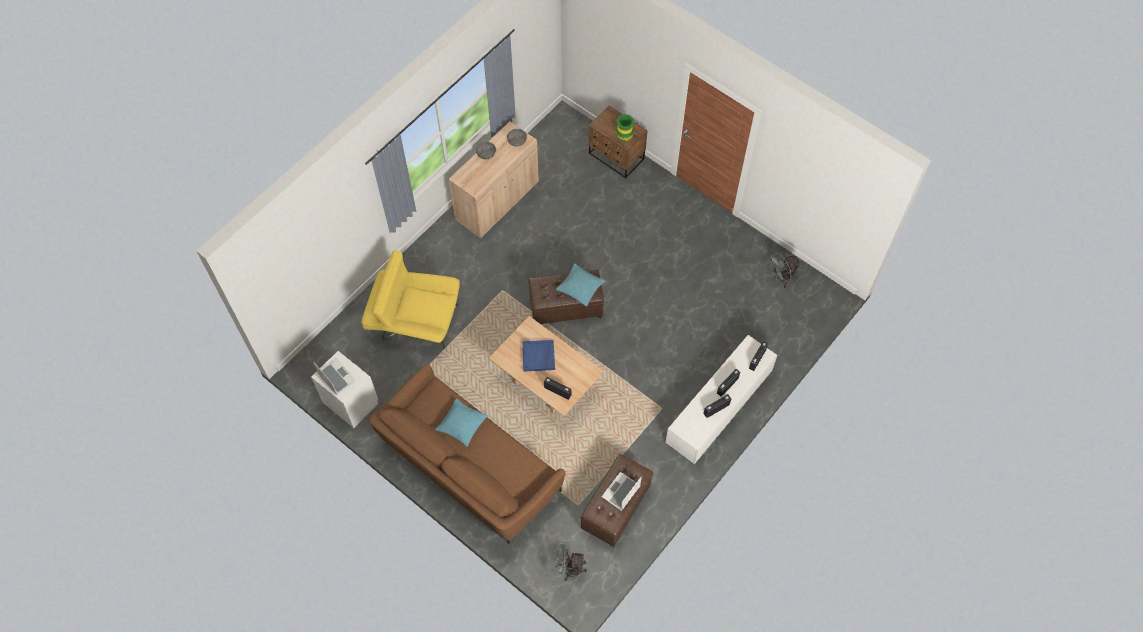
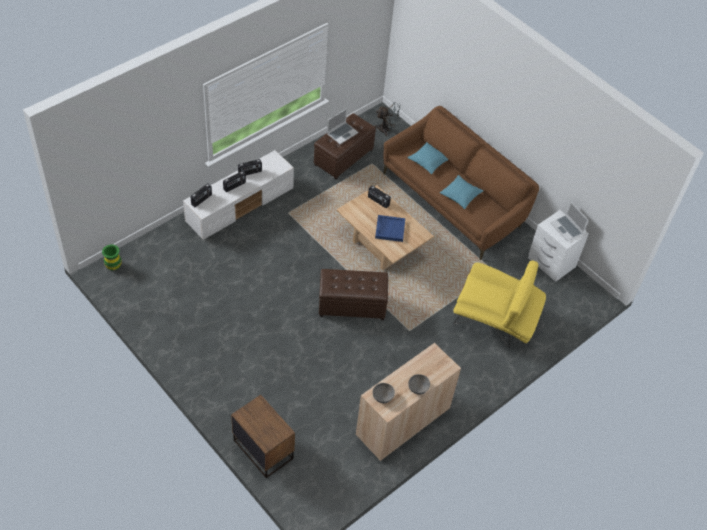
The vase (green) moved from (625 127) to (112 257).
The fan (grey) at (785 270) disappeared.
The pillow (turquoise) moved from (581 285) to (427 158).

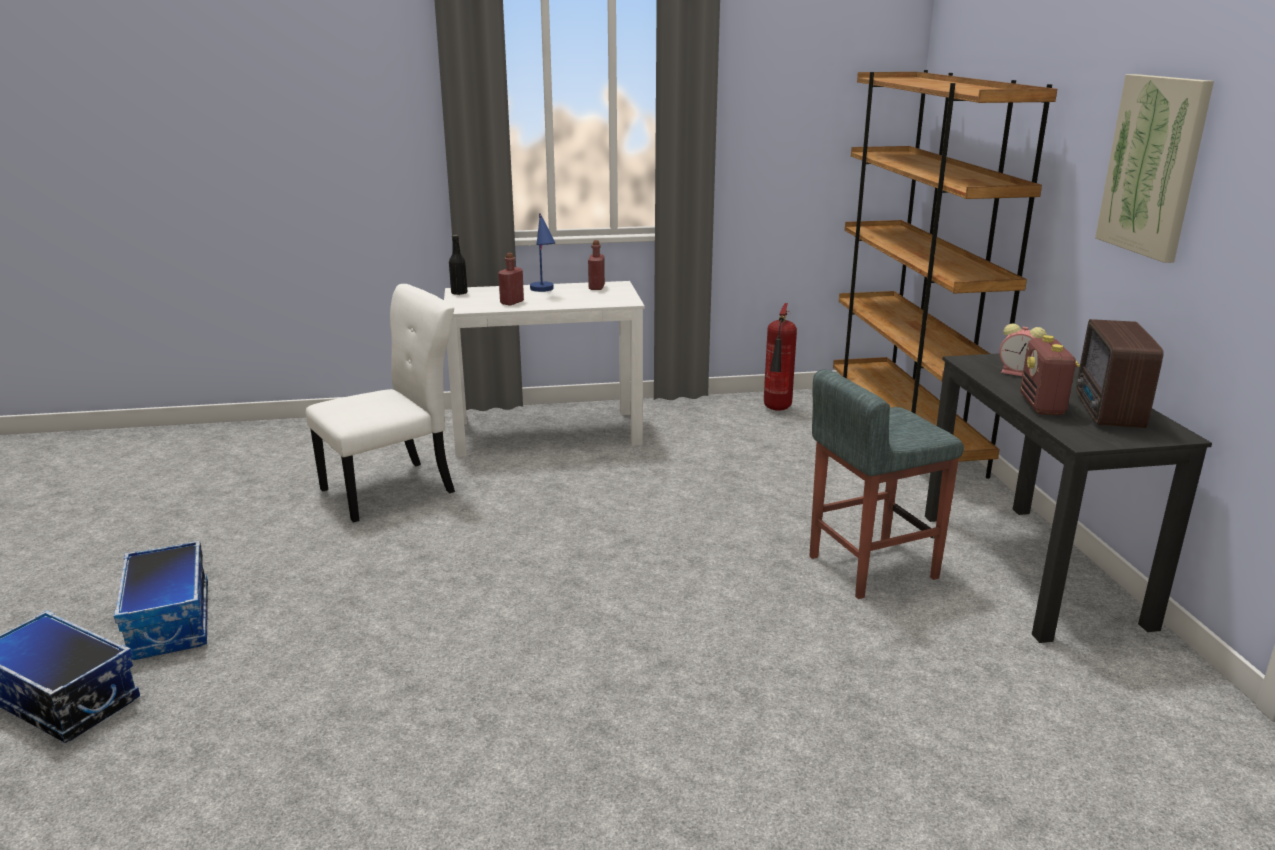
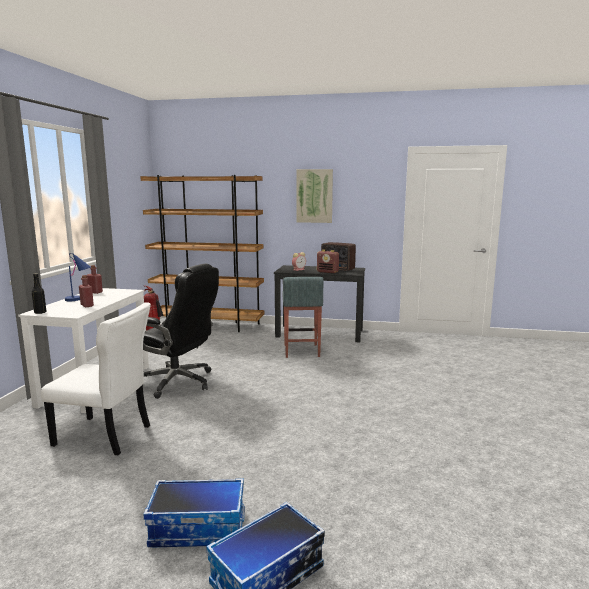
The chair (white) at (380 403) turned 120 degrees clockwise.
The office chair (black) at (181 331) appeared.

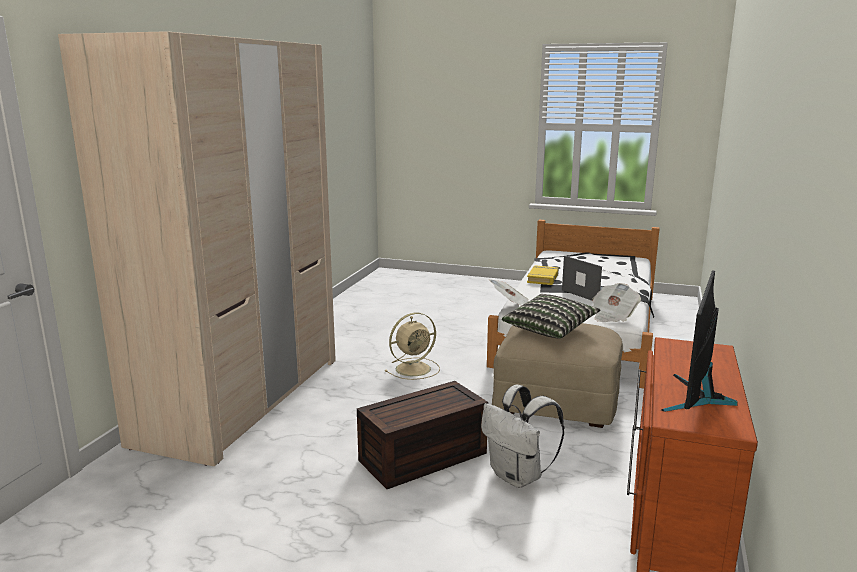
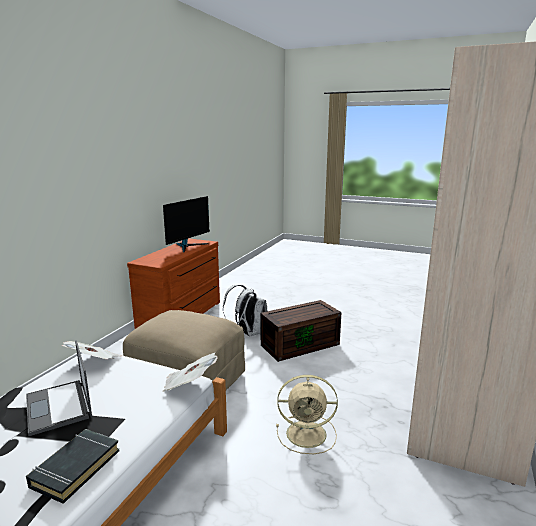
The book (yellow) at (543 275) became the book (black) at (72 466).
The pillow at (551 316) disappeared.
The fan (beige) at (412 346) turned 150 degrees counterclockwise.

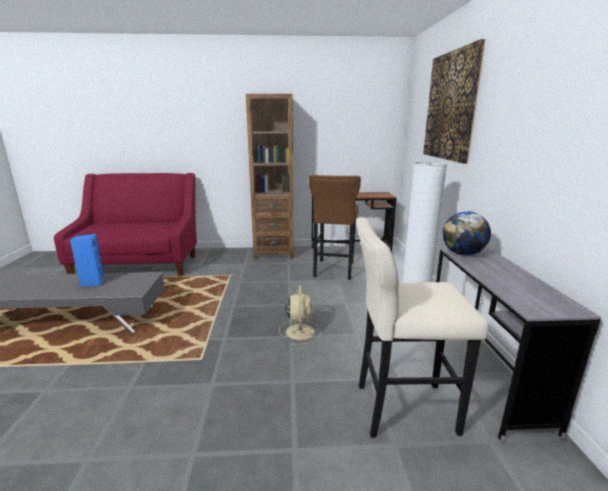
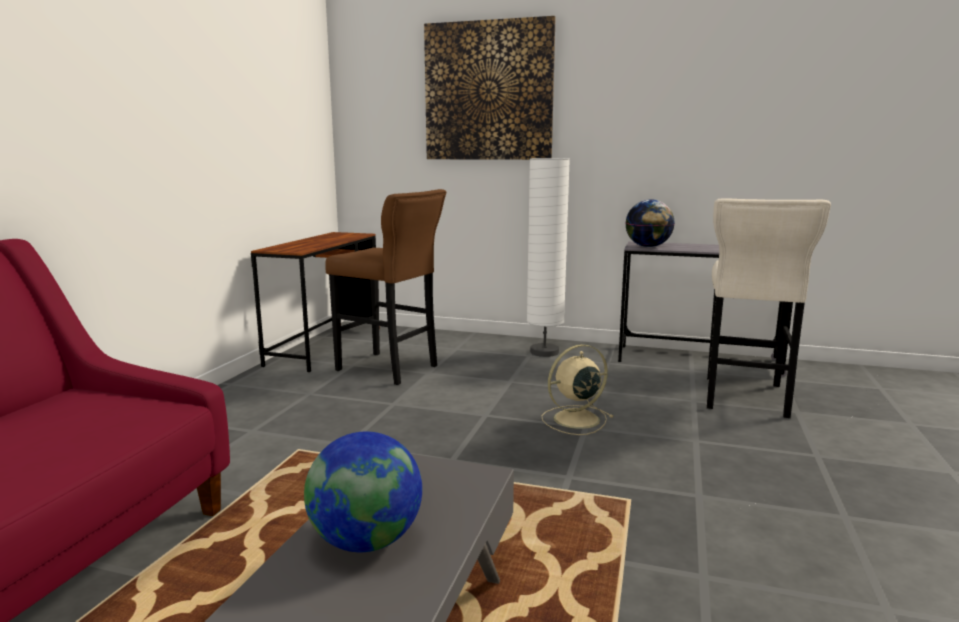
The bookcase (brown) at (270 176) disappeared.
The speaker (blue) at (87 260) was replaced by the globe at (363 492).
The fan (beige) at (300 315) turned 45 degrees counterclockwise.

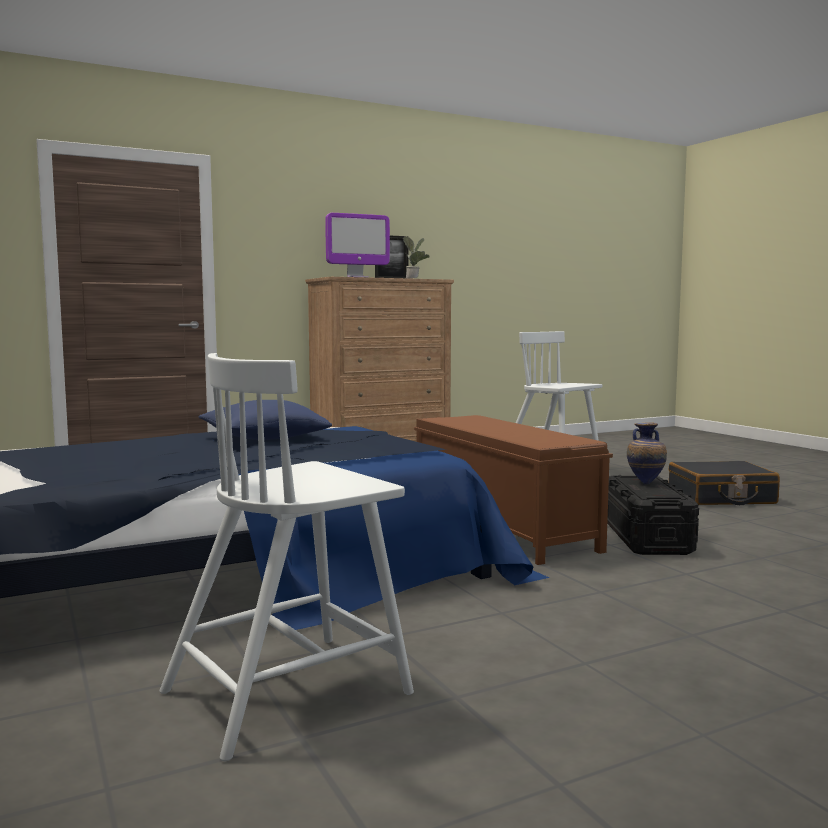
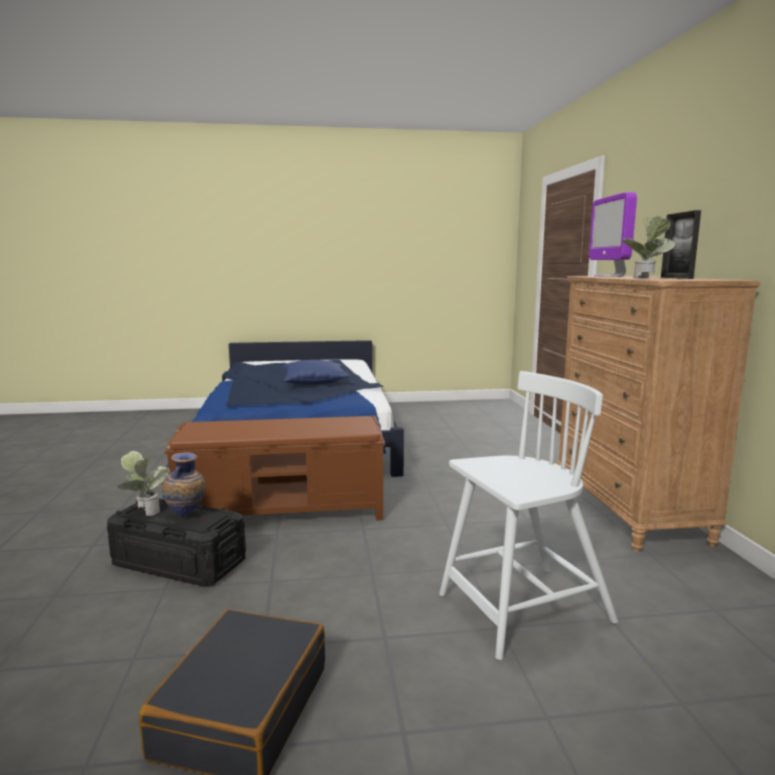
The chair (white) at (286 557) disappeared.
The potted plant at (143 483) appeared.

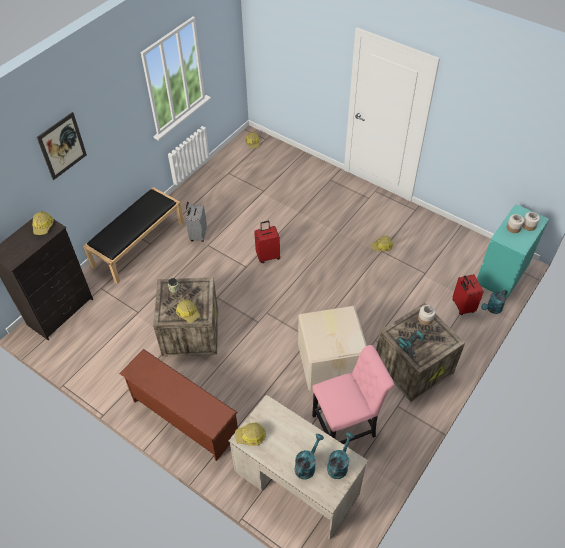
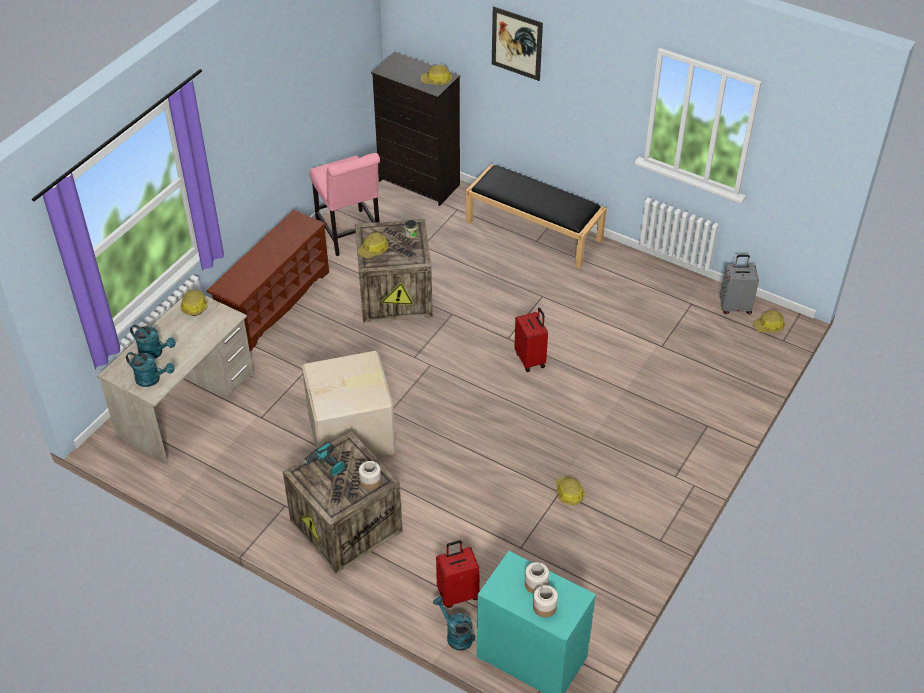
The suitcase (grey) moved from (196 222) to (739 284).
The chair (pink) moved from (353 394) to (344 204).

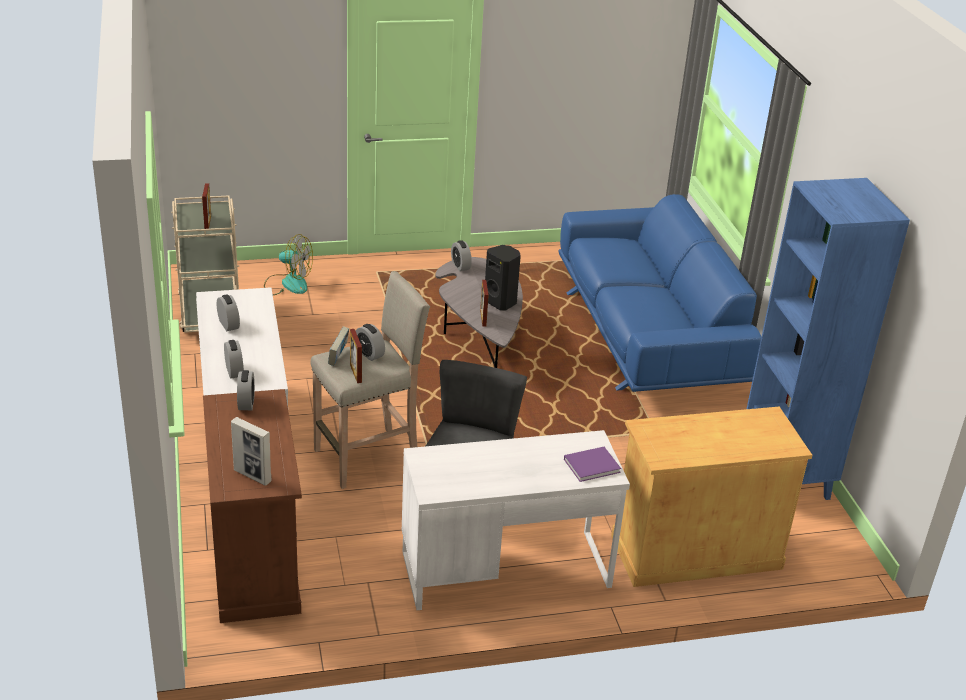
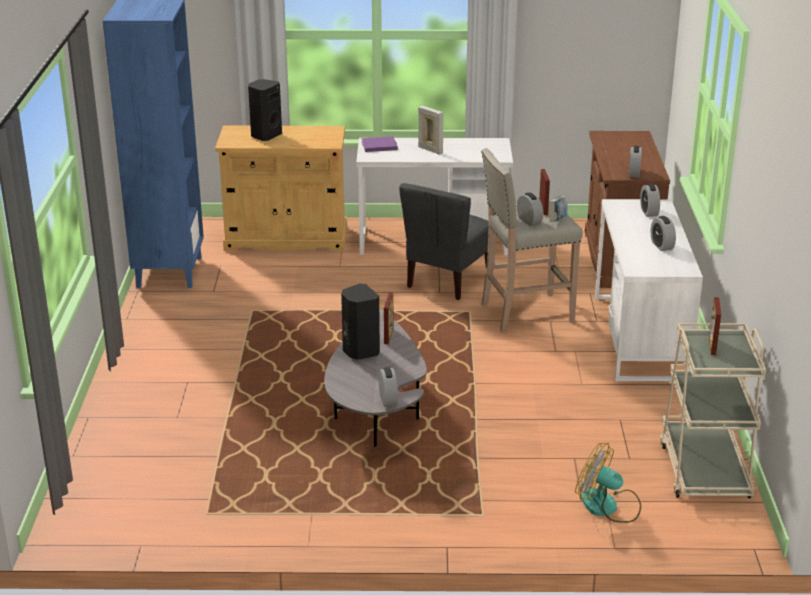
The sofa (blue) at (660 293) disappeared.
The picture frame moved from (251 451) to (430 130).
The speaker (black) at (265 110) appeared.

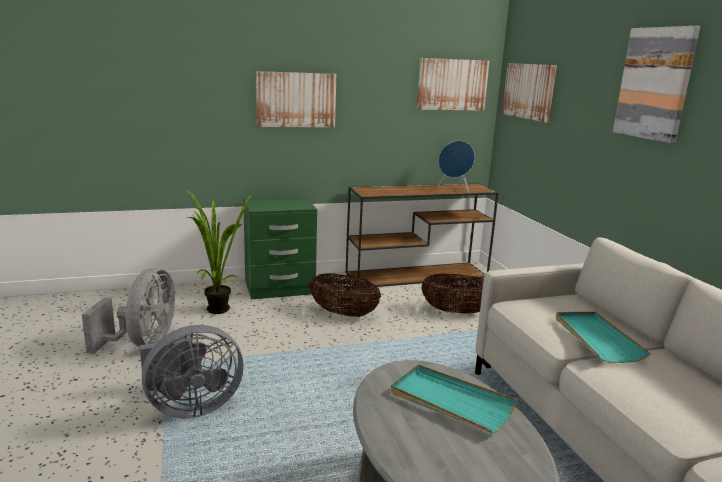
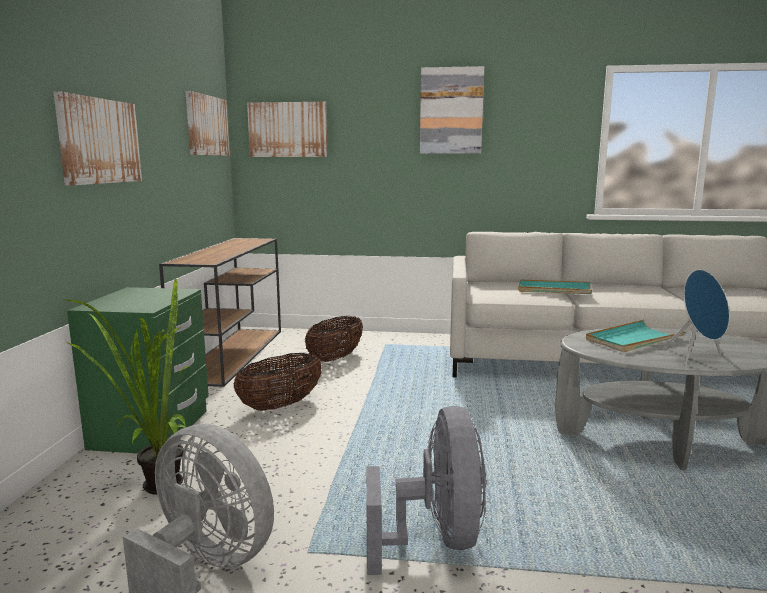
The speaker (blue) moved from (456 166) to (696 317).

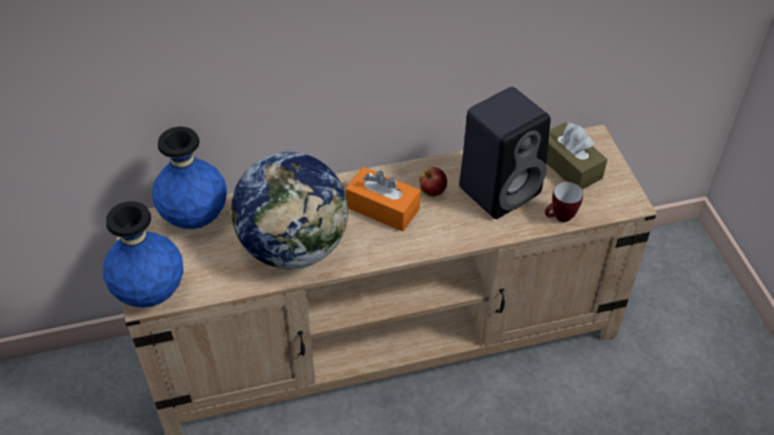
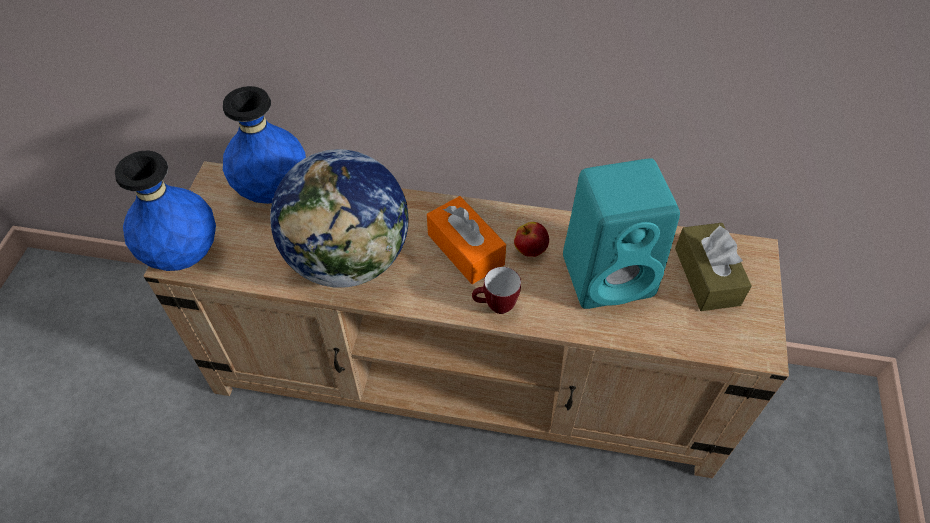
The speaker (black) at (505 153) became the speaker (turquoise) at (621 234).
The mug moved from (564 202) to (496 290).

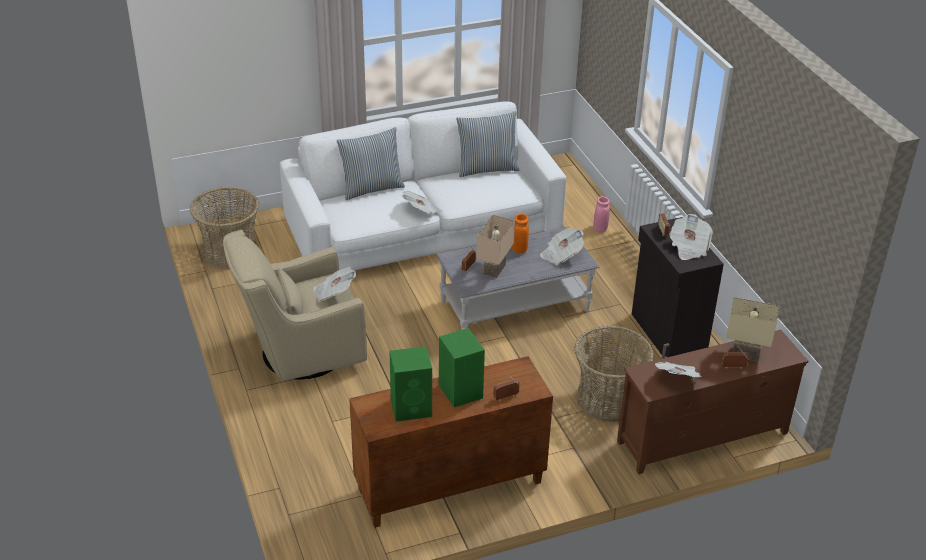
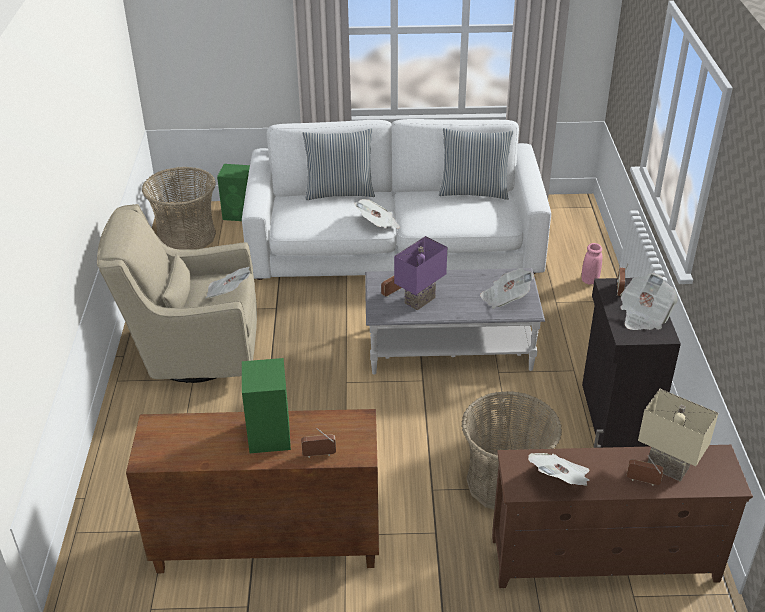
The vase (orange) at (520 233) disappeared.
The table lamp (beige) at (495 246) became the table lamp (purple) at (420 273).
The speaker (green) moved from (411 384) to (233 192).

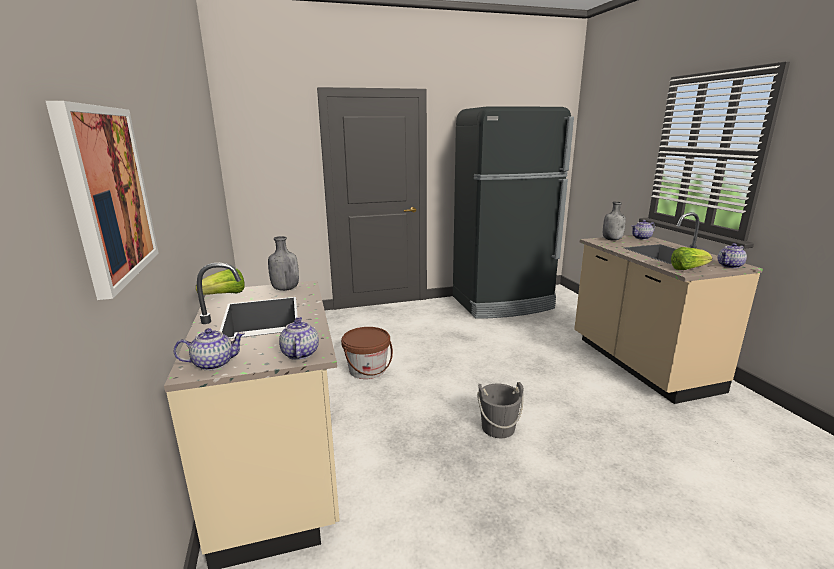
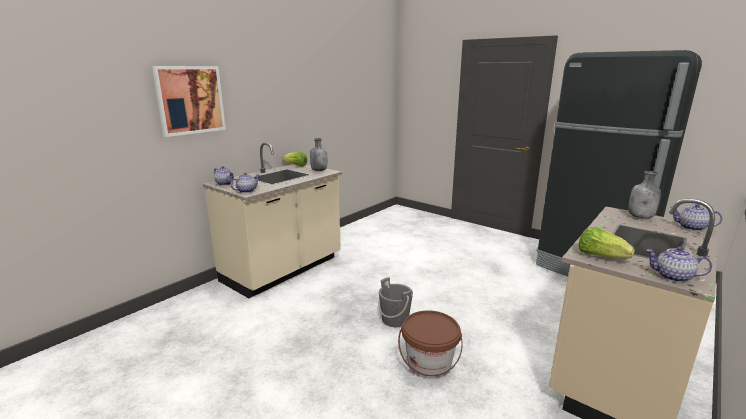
The bucket (brown) moved from (367 353) to (430 344).

